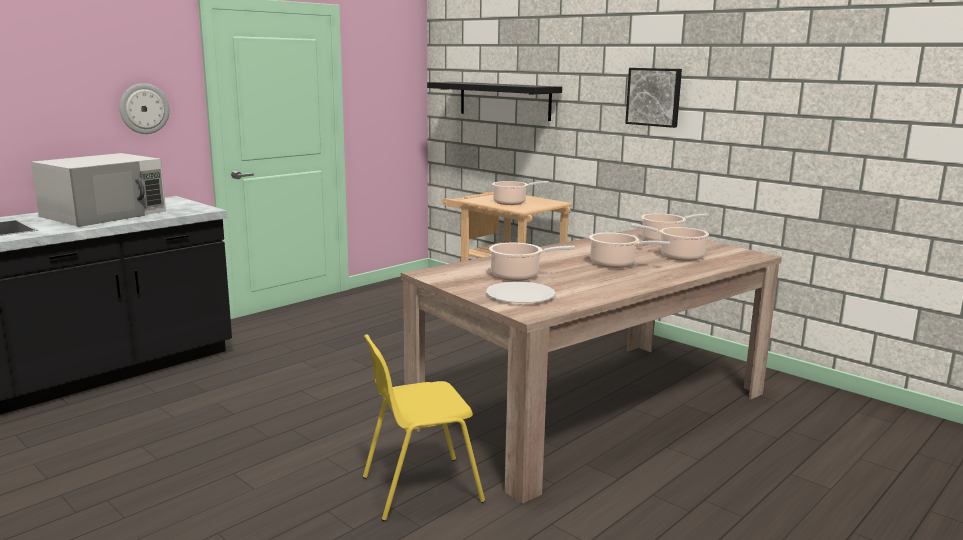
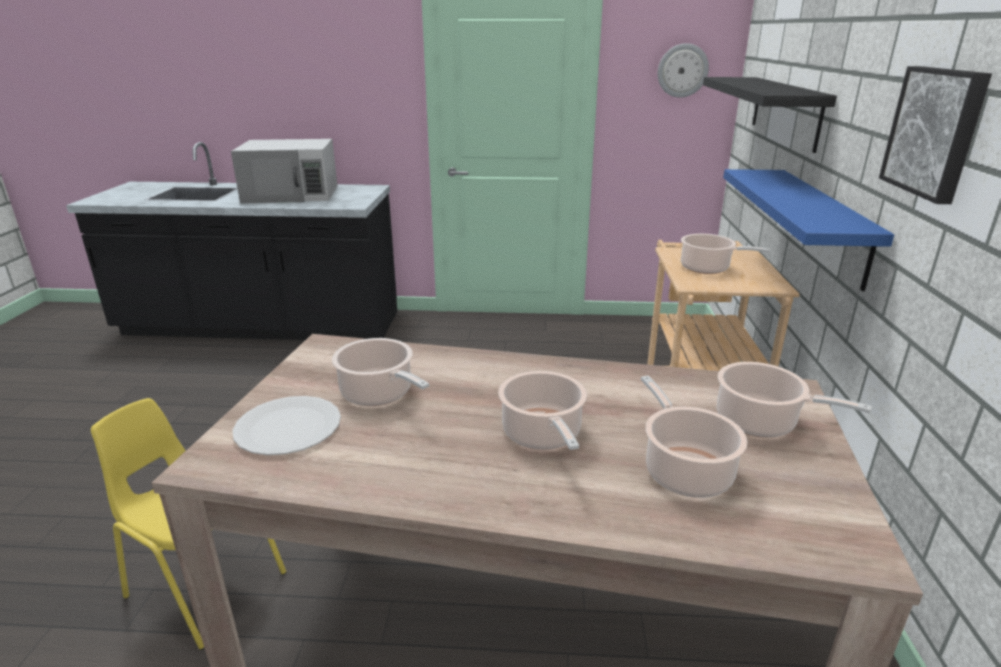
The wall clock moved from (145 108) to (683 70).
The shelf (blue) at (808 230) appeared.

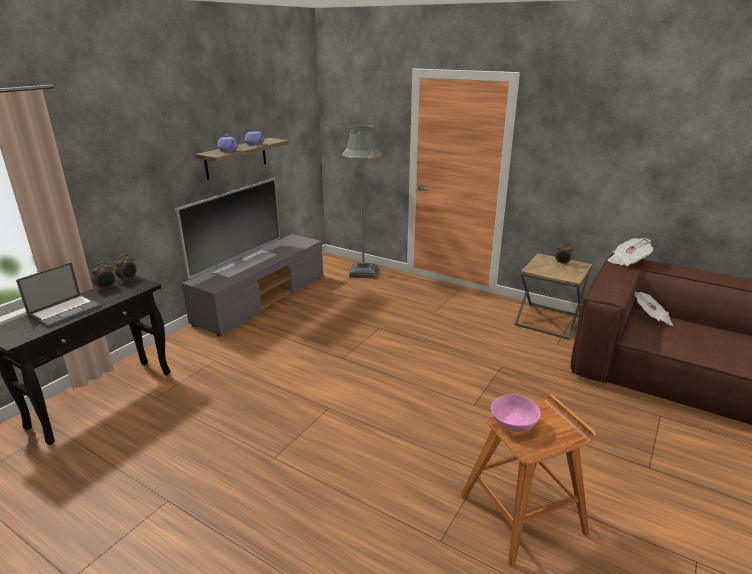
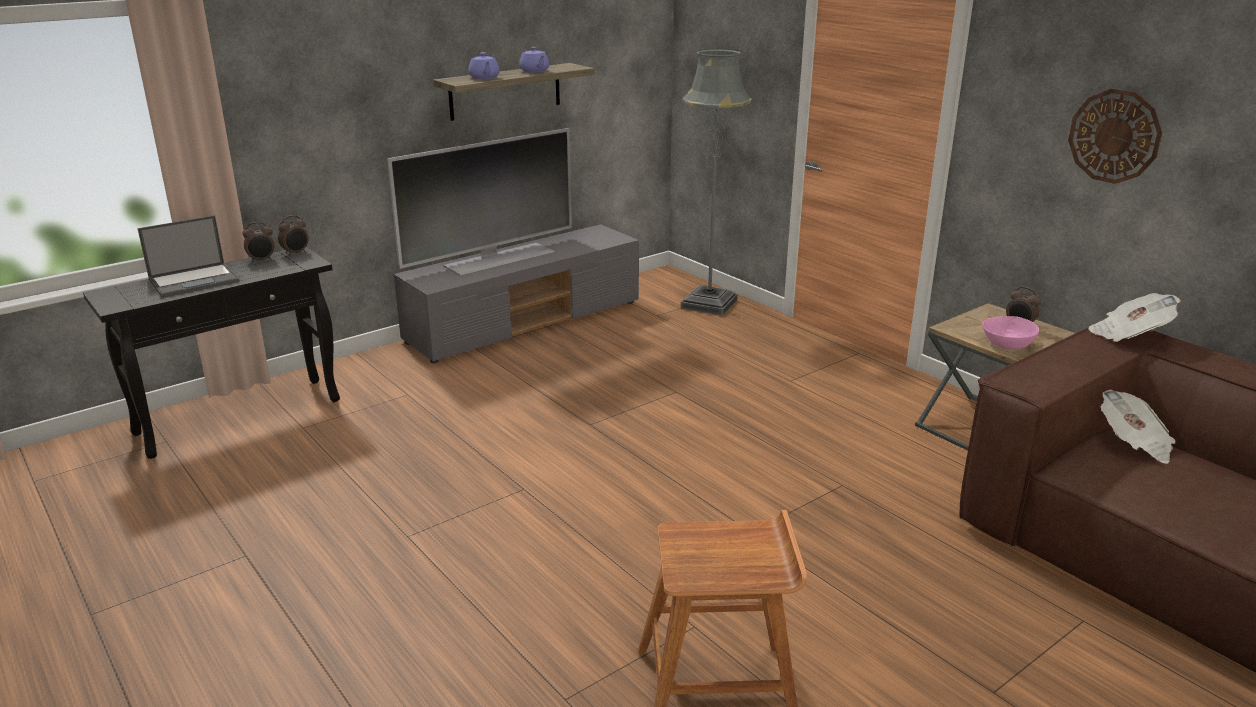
The bowl (pink) moved from (516 413) to (1010 332).
The wall clock at (1115 136) appeared.

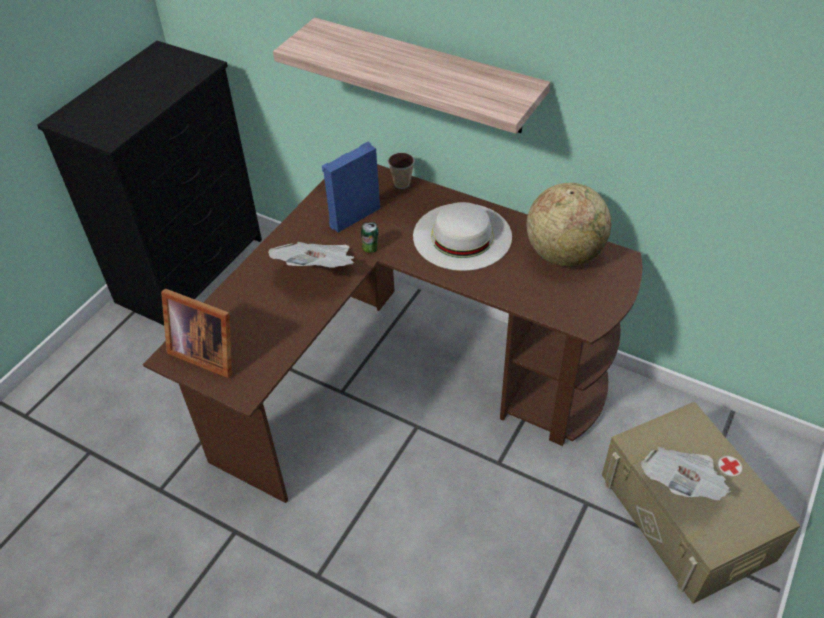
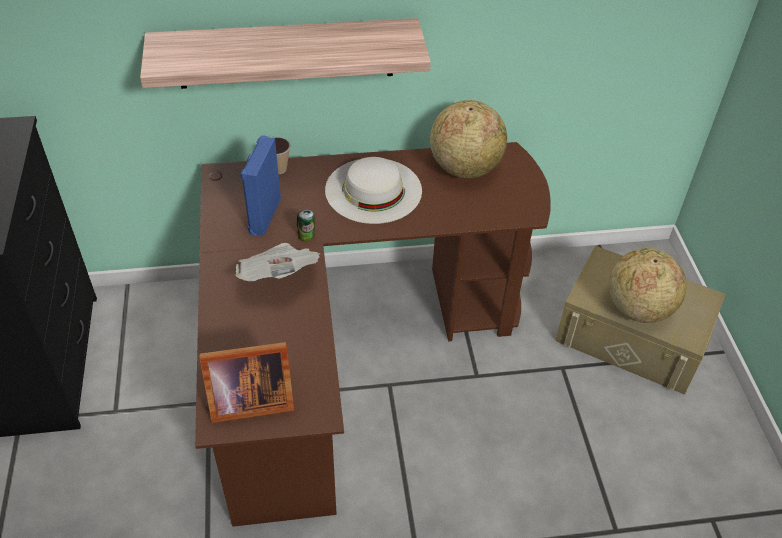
The newspaper at (686 473) was replaced by the globe at (648 285).

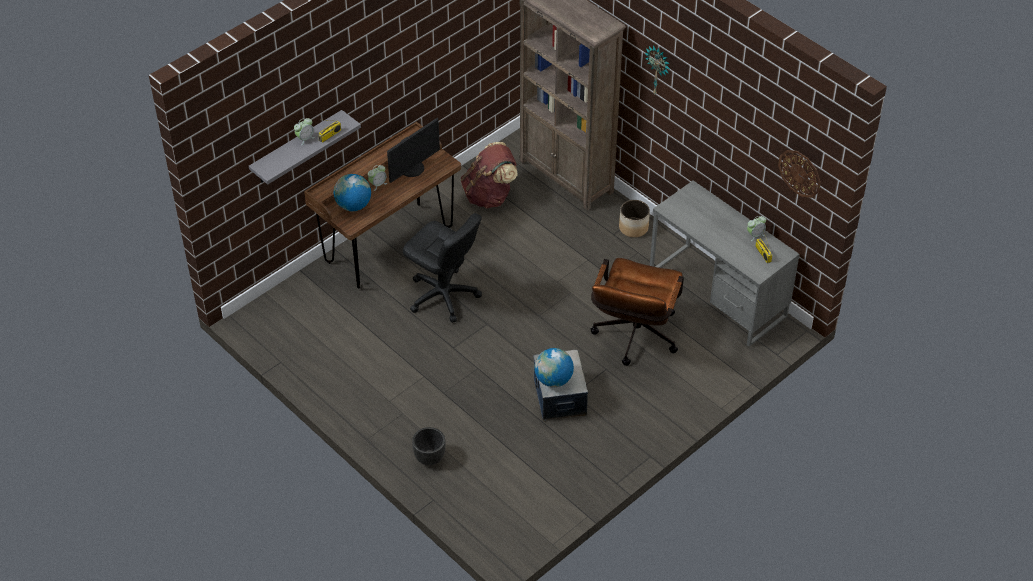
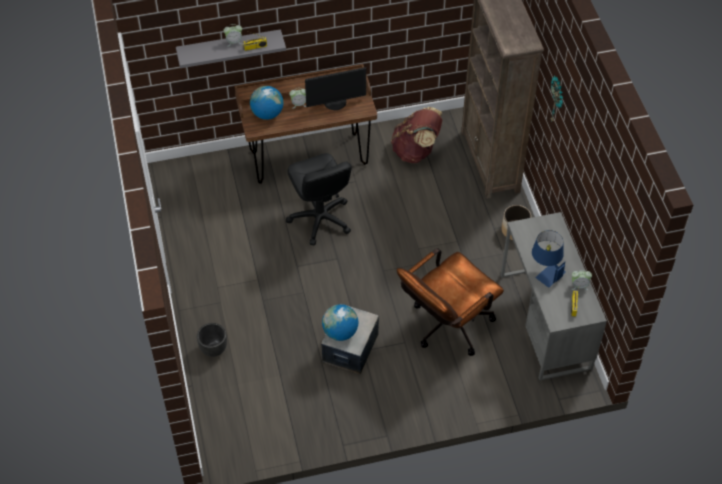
The wall clock at (799 174) disappeared.
The table lamp (blue) at (549 259) appeared.

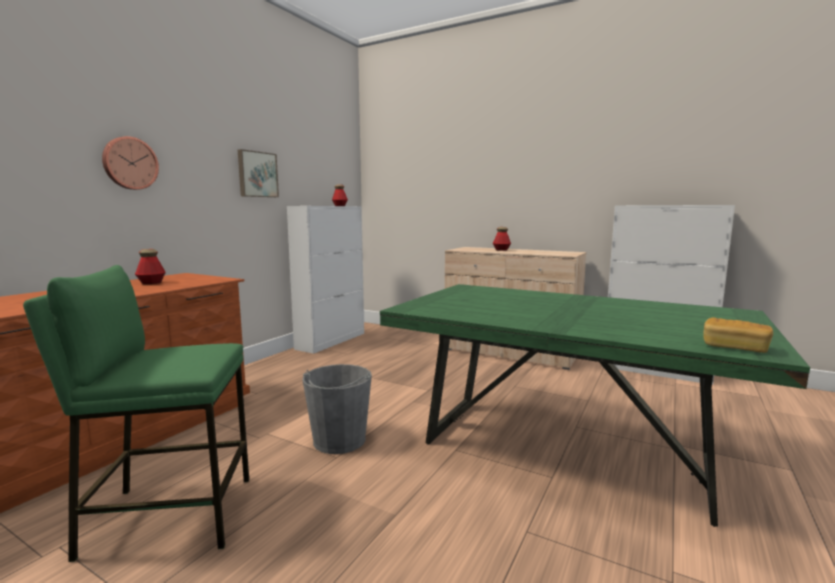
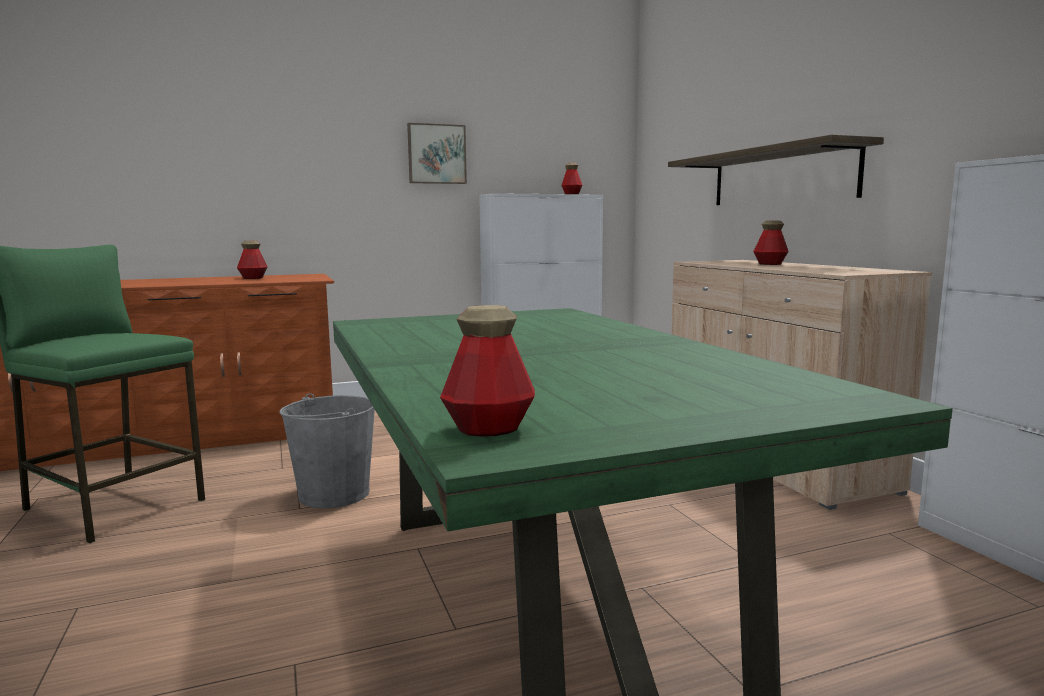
The wall clock at (130 163) disappeared.
The bread at (738 335) was replaced by the bottle at (487 371).
The shelf at (776 169) appeared.

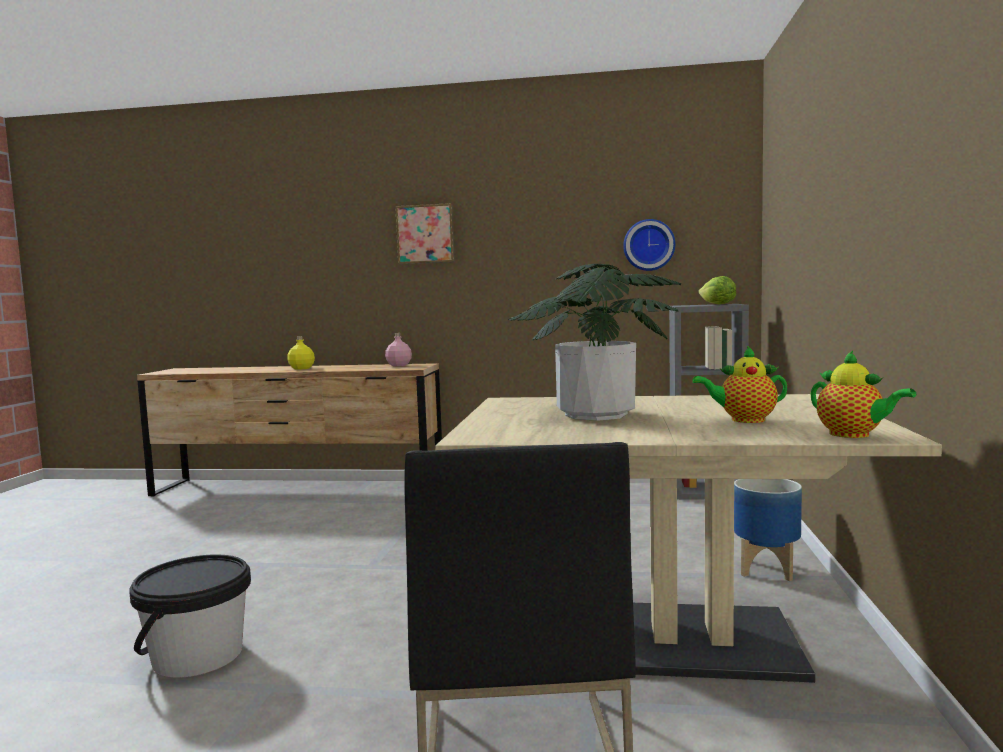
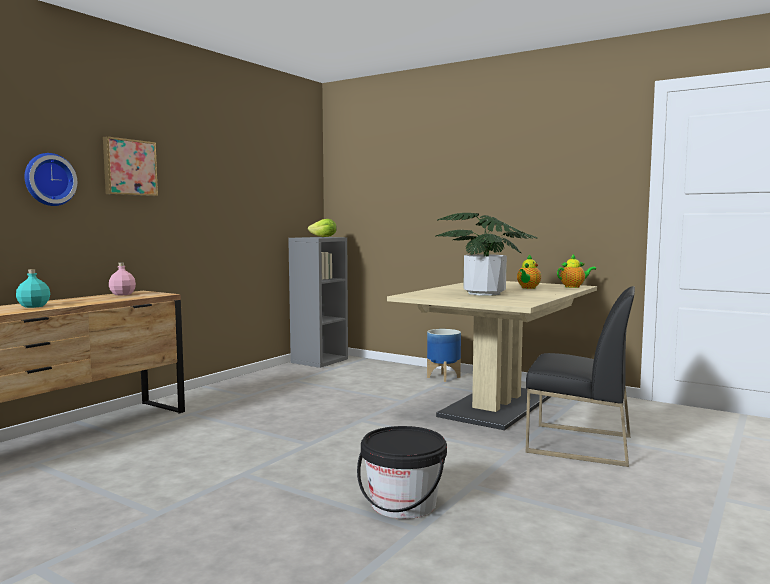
The wall clock moved from (649 245) to (51 179).
The bottle (yellow) at (301 353) became the bottle (turquoise) at (33 288).

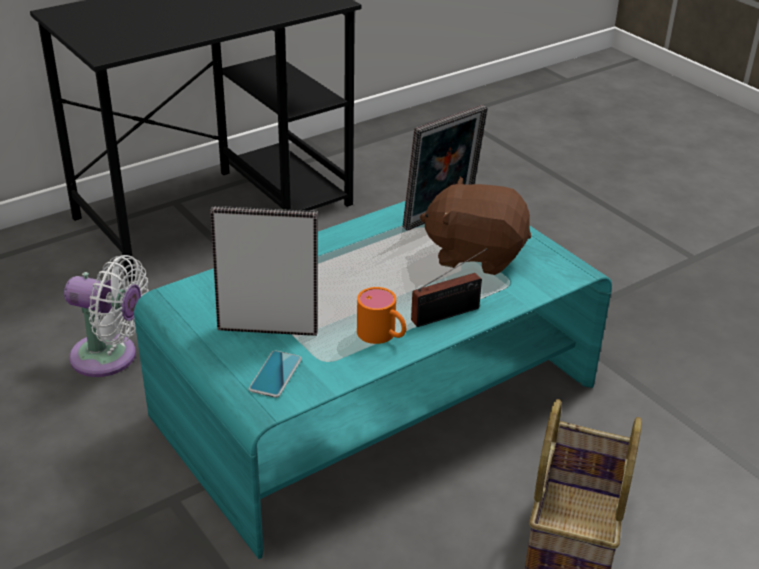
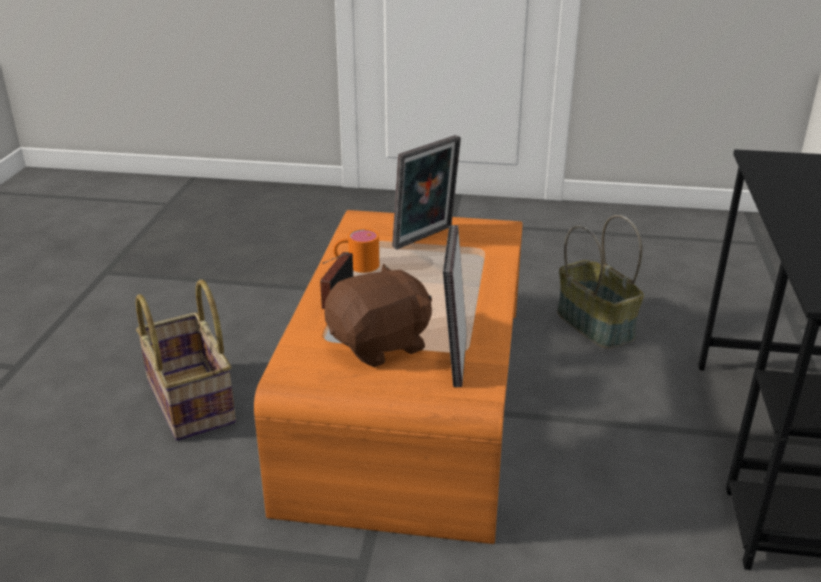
The coffee table (turquoise) at (373 380) became the coffee table (orange) at (388 377).
The fan (white) at (106 316) was replaced by the basket at (600 282).
The phone at (275 374) disappeared.

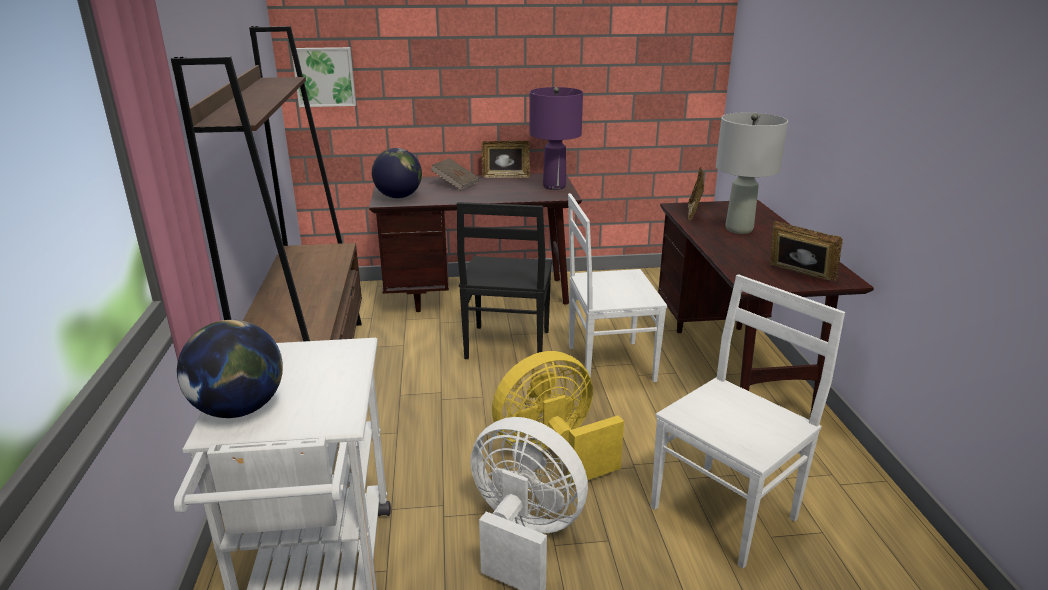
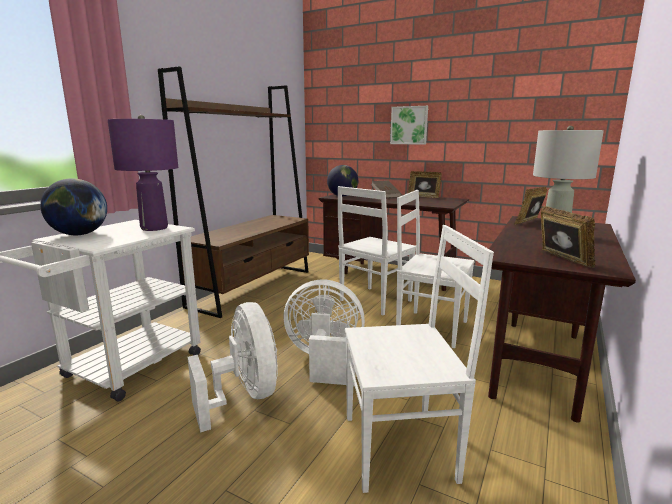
The picture moved from (324 77) to (409 125).
The table lamp (purple) moved from (556 138) to (143 173).
The chair (black) at (504 280) became the chair (white) at (377 250).
The fan (yellow) at (558 418) became the fan (white) at (324 332).

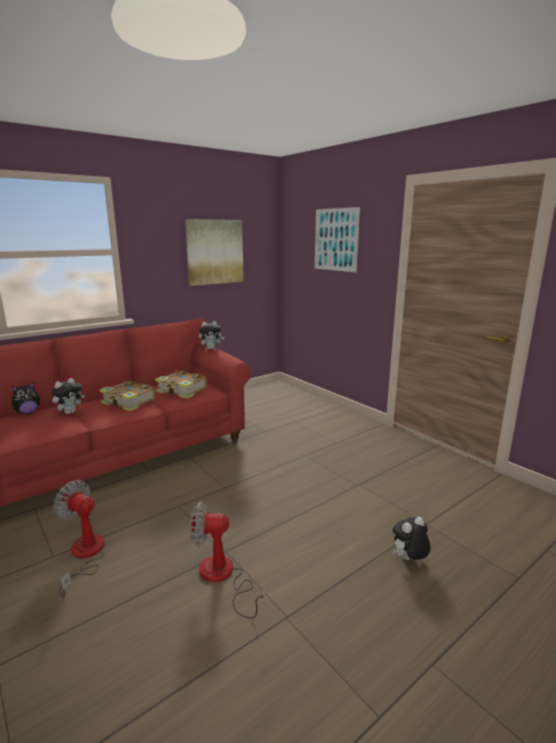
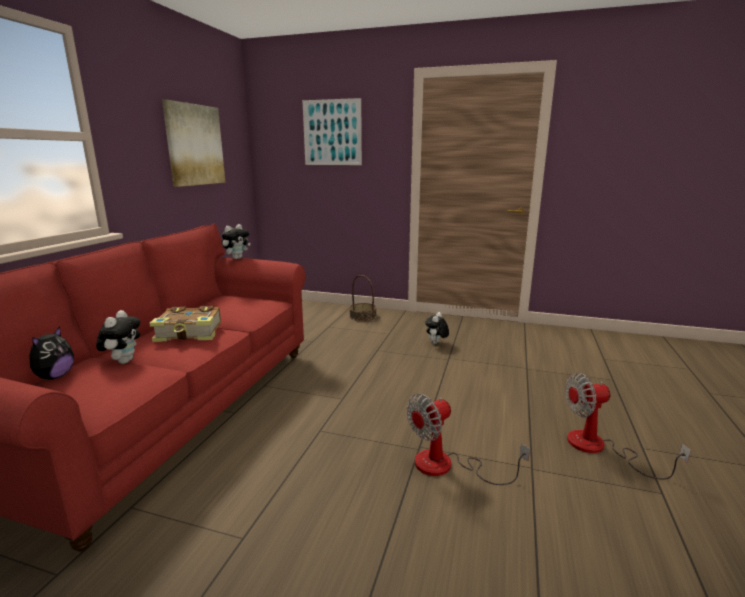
The book at (181 385) disappeared.
The fan moved from (79 539) to (628 426).
The plush toy moved from (412 538) to (437 328).
The basket at (363 298) appeared.

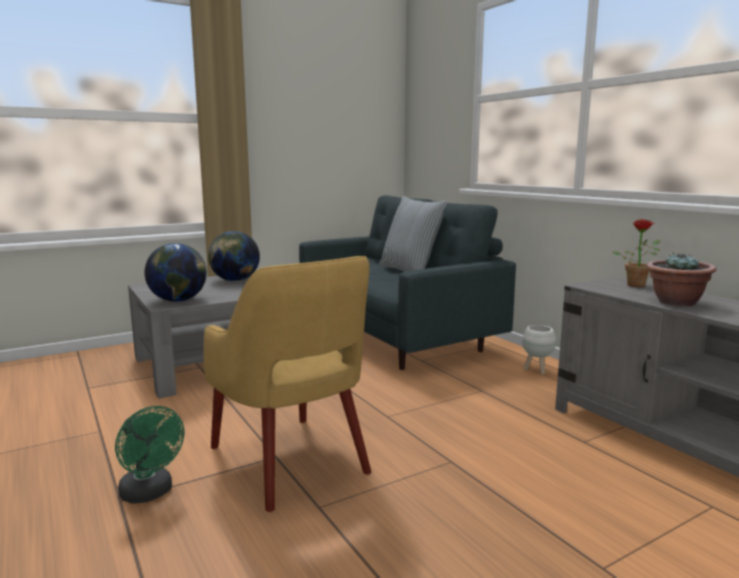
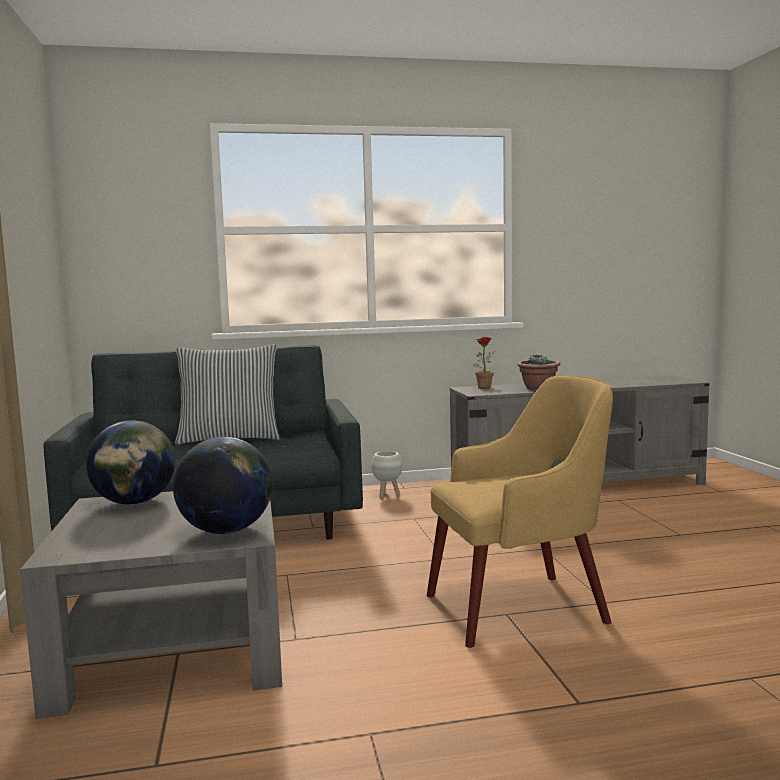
The fan (green) at (149 454) disappeared.

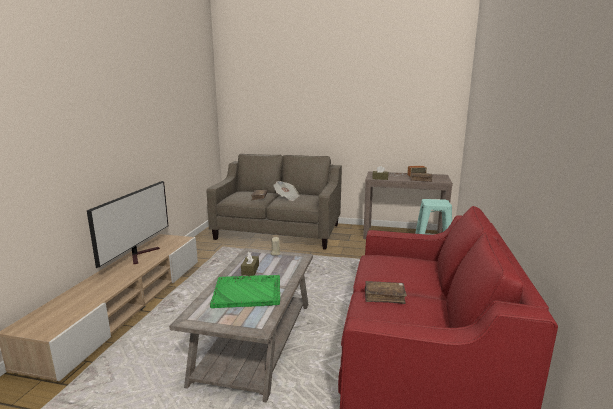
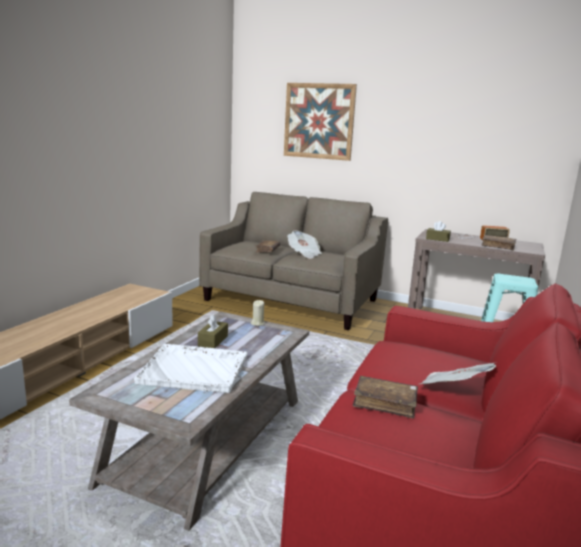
The television at (127 224) disappeared.
The tray (green) at (245 291) became the tray (white) at (191 368).
The picture at (320 122) appeared.
The newspaper at (458 373) appeared.

